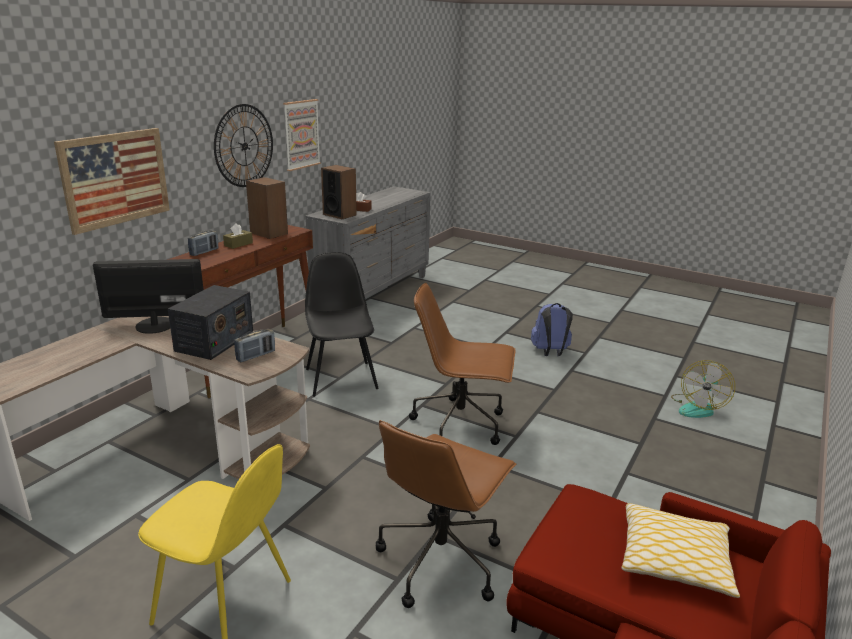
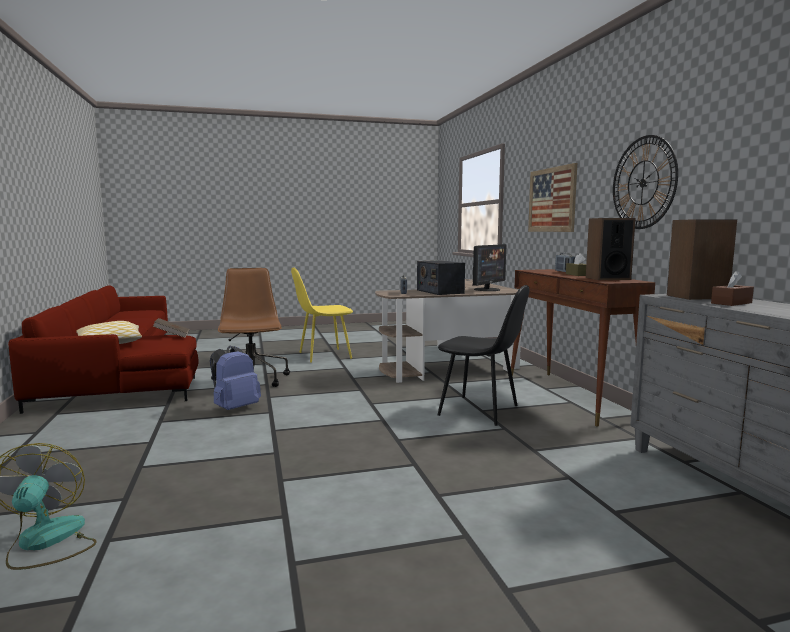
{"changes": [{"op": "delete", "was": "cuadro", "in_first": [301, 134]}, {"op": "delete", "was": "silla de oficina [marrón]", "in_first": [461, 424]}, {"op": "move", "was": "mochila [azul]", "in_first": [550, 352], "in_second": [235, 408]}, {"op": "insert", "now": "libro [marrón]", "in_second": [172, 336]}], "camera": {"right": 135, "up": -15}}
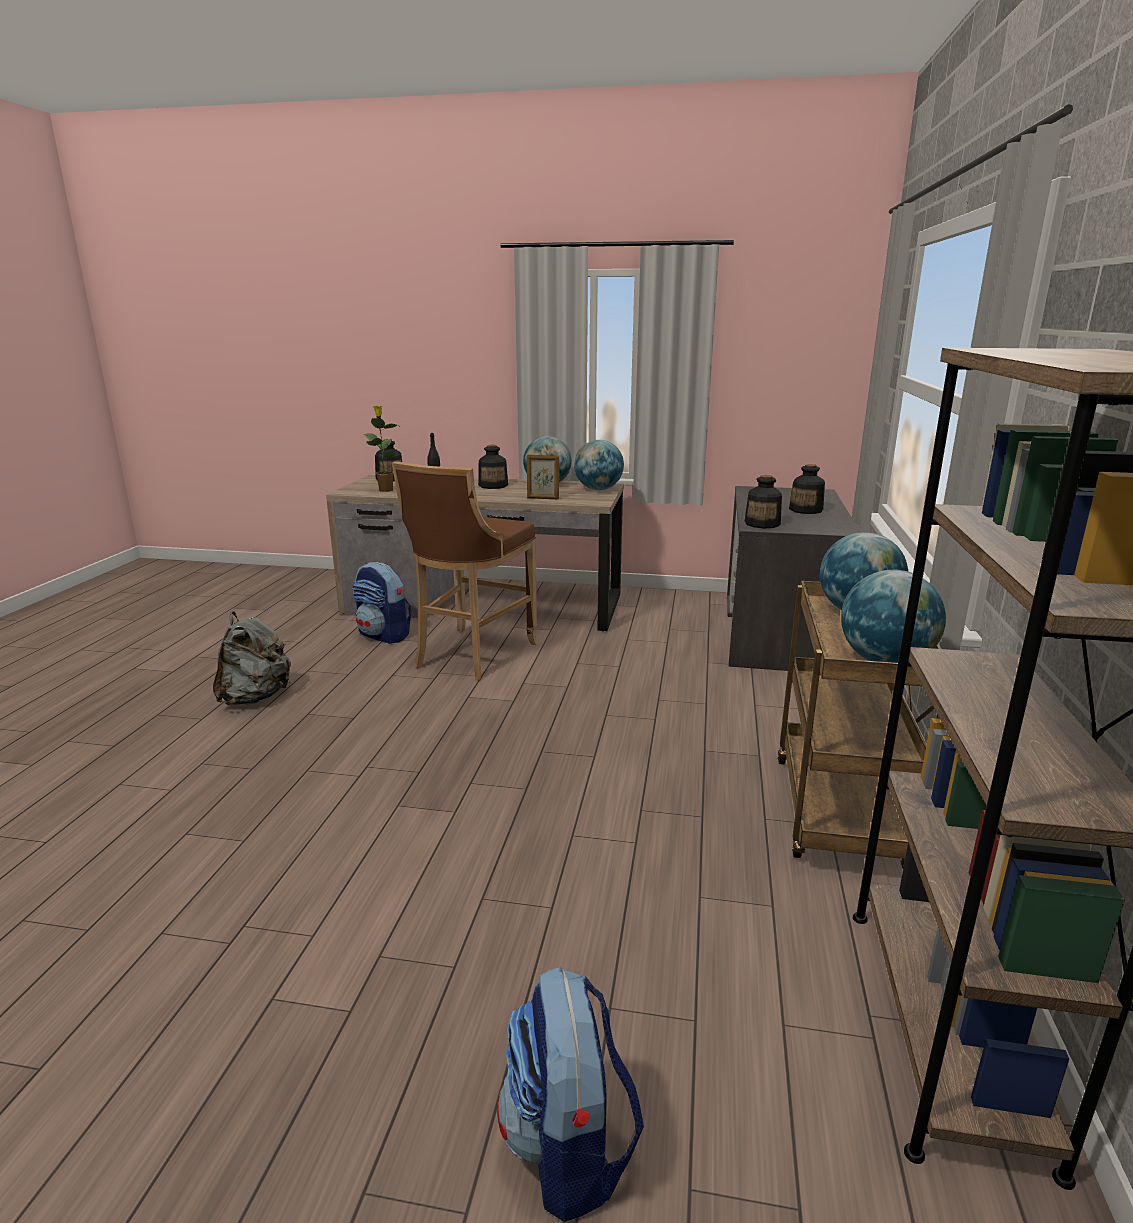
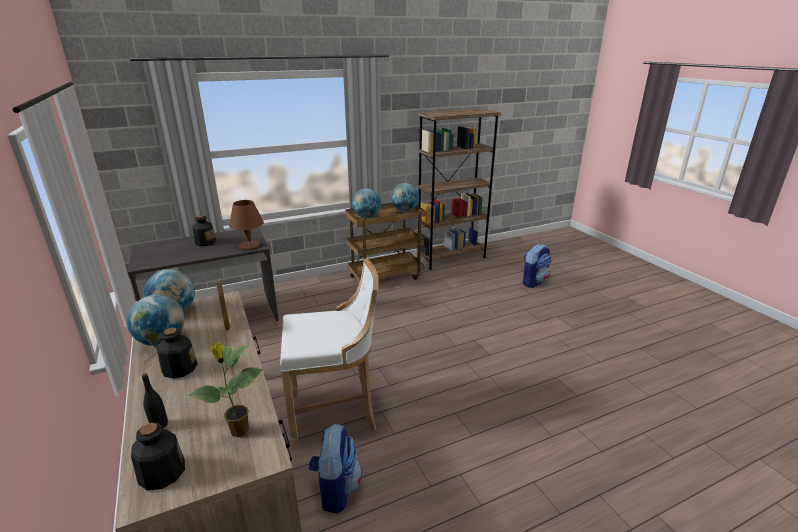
{"changes": [{"op": "delete", "was": "mochila [gris]", "in_first": [255, 697]}, {"op": "recolor", "was": "taburete [marrón]", "now": "taburete [blanco]", "in_first": [471, 656], "in_second": [335, 414]}, {"op": "replace", "was": "botella", "now": "lámpara de mesa [marrón]", "in_first": [762, 524], "in_second": [249, 246]}], "camera": {"right": -125, "up": 5}}
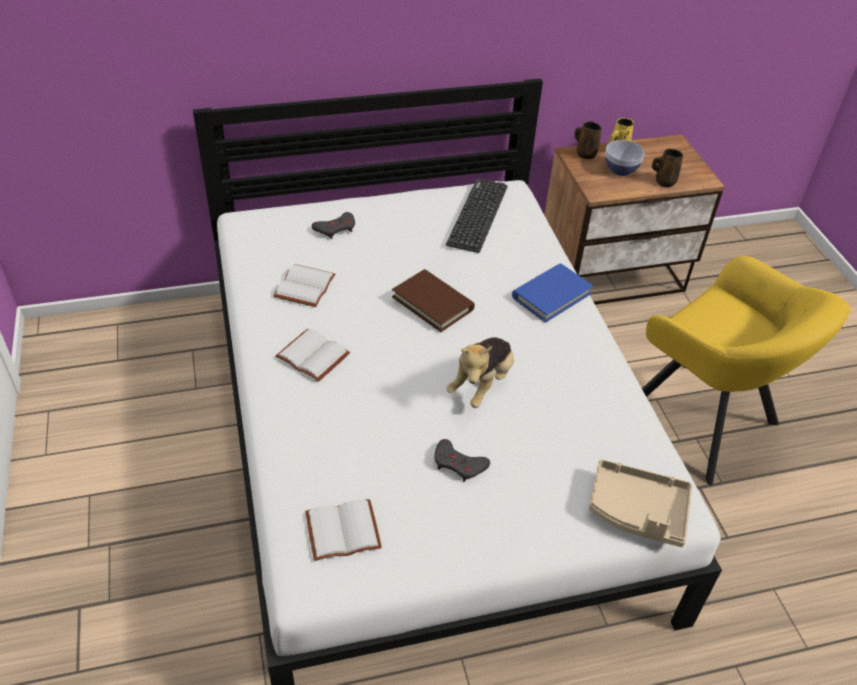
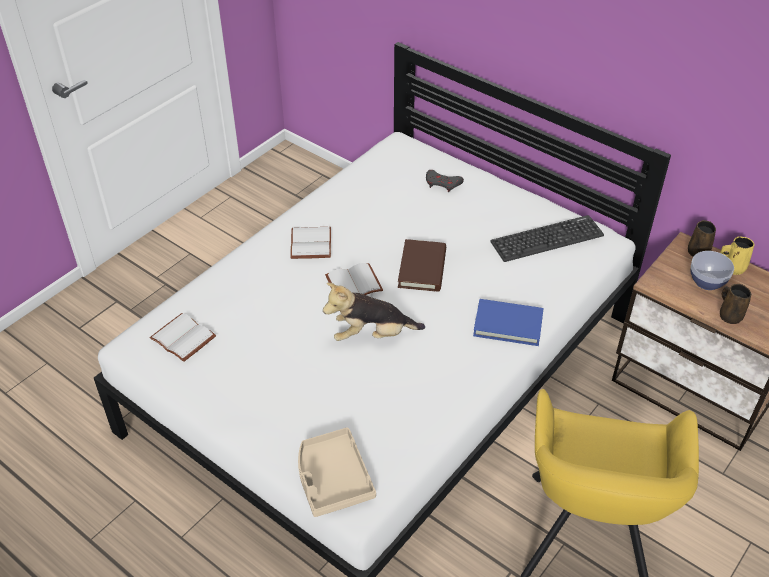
{"changes": [{"op": "move", "was": "libro [blanco]", "in_first": [303, 285], "in_second": [354, 282]}, {"op": "delete", "was": "mando de consola [gris]", "in_first": [459, 464]}], "camera": {"right": 55, "up": 0}}
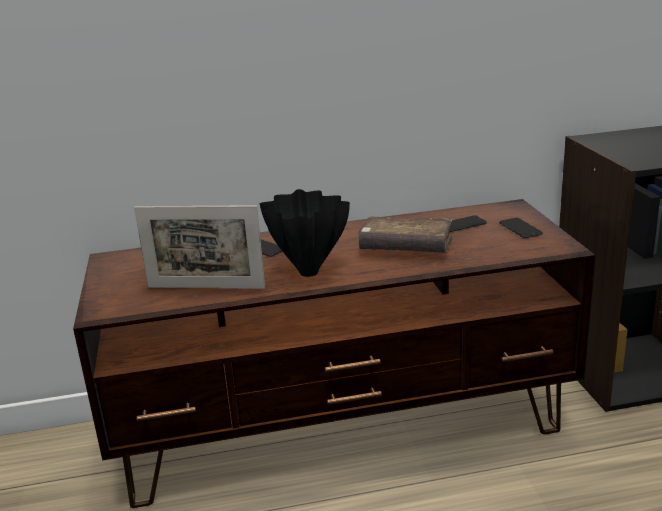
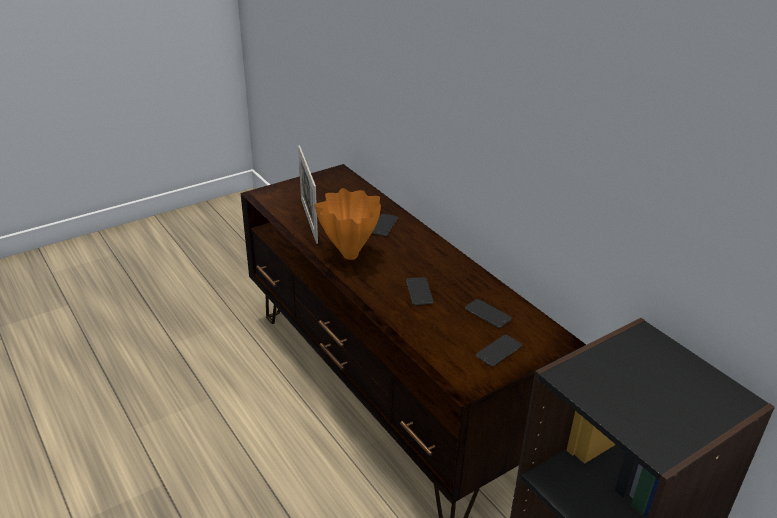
{"changes": [{"op": "recolor", "was": "florero [negro]", "now": "florero [naranja]", "in_first": [307, 272], "in_second": [350, 255]}, {"op": "replace", "was": "libro [marrón]", "now": "móvil", "in_first": [406, 247], "in_second": [419, 291]}], "camera": {"right": 65, "up": 10}}
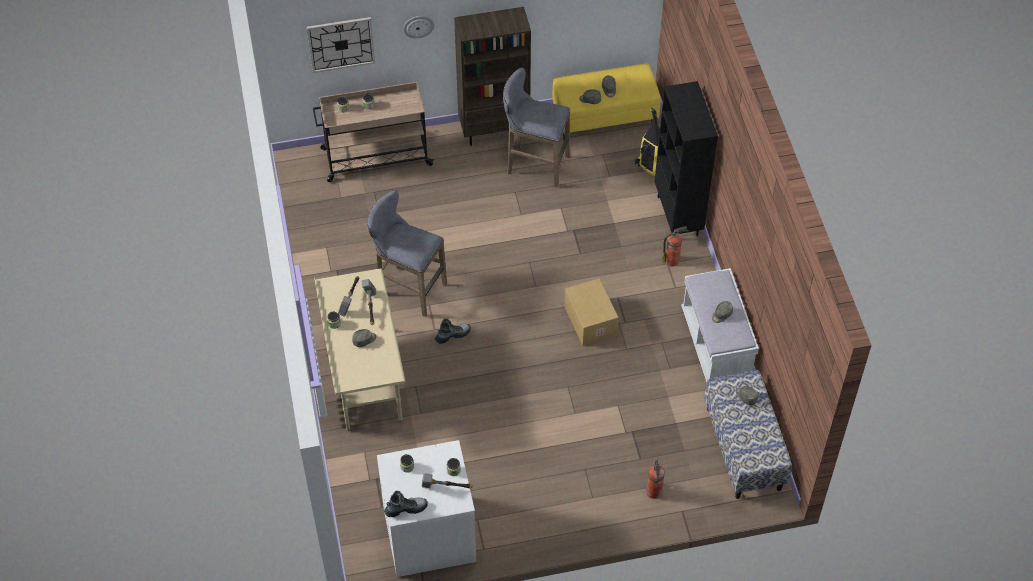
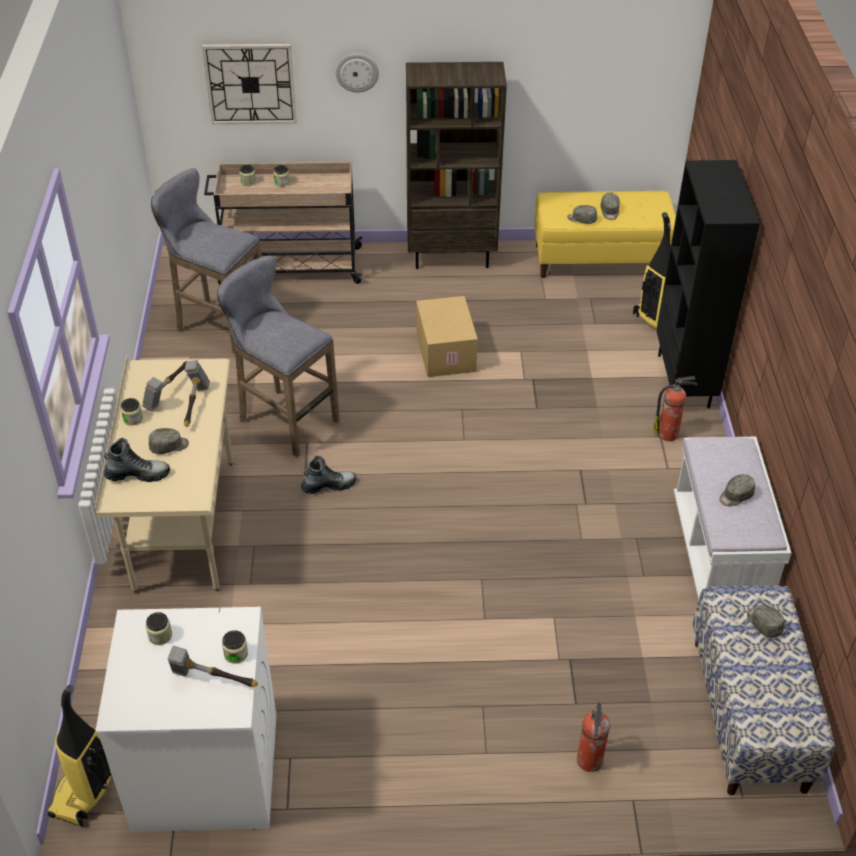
{"changes": [{"op": "move", "was": "bota", "in_first": [406, 509], "in_second": [138, 474]}, {"op": "move", "was": "taburete [gris]", "in_first": [534, 165], "in_second": [218, 325]}, {"op": "move", "was": "caja de cartón", "in_first": [589, 321], "in_second": [444, 352]}, {"op": "insert", "now": "aspiradora", "in_second": [85, 793]}], "camera": {"right": 10, "up": -10}}
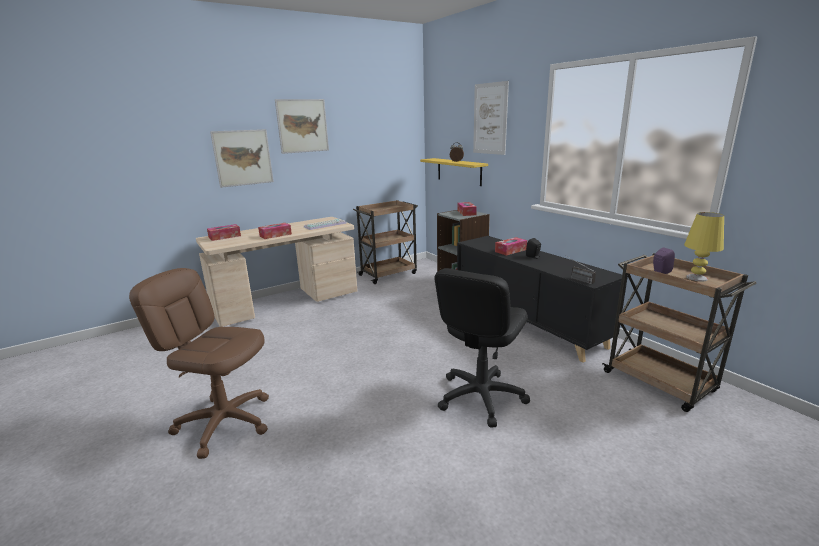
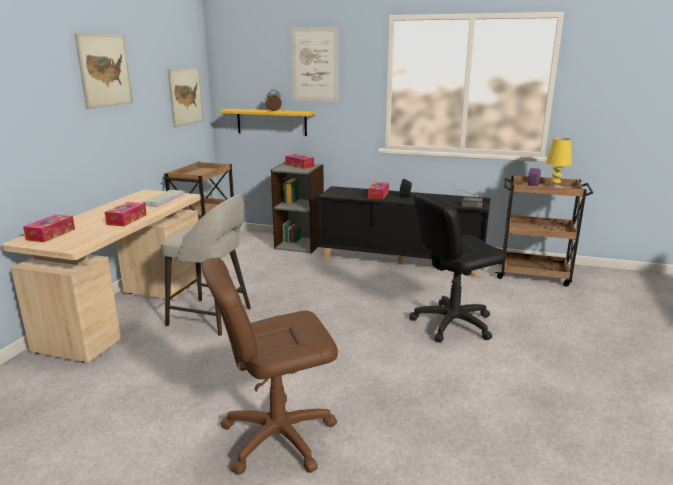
{"changes": [{"op": "move", "was": "cuadro", "in_first": [243, 158], "in_second": [186, 96]}, {"op": "rotate", "was": "silla de oficina [negro]", "in_first": [480, 397], "in_second": [452, 323], "clockwise": 75}, {"op": "insert", "now": "taburete [gris]", "in_second": [212, 317]}], "camera": {"right": -40, "up": 0}}
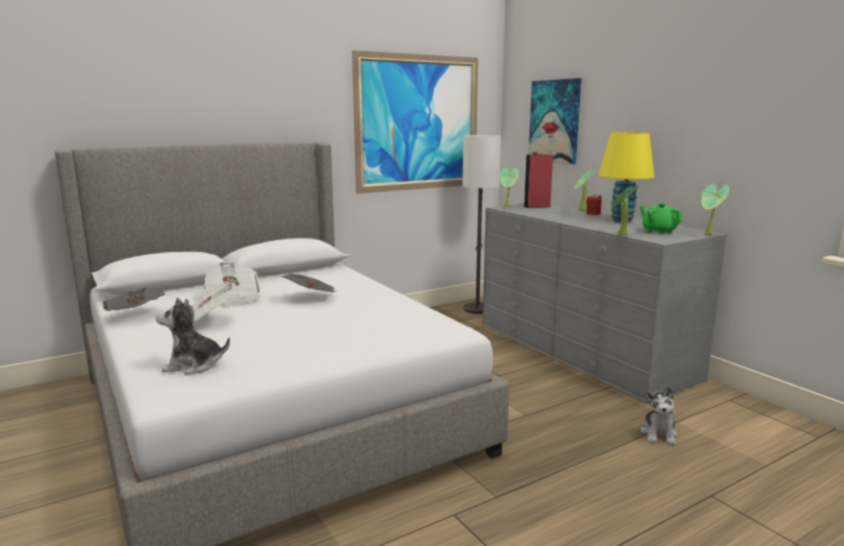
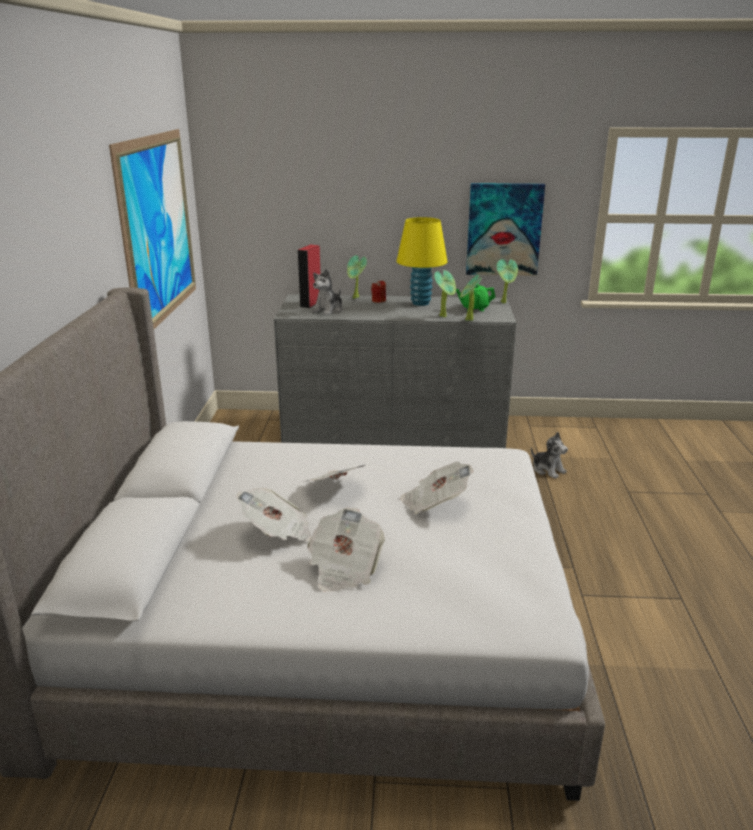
{"changes": [{"op": "move", "was": "periódico", "in_first": [135, 315], "in_second": [434, 503]}, {"op": "move", "was": "peluche", "in_first": [193, 365], "in_second": [328, 310]}, {"op": "delete", "was": "lámpara de pie", "in_first": [477, 309]}, {"op": "move", "was": "planta en maceta", "in_first": [507, 207], "in_second": [444, 316]}, {"op": "move", "was": "cuadro", "in_first": [555, 121], "in_second": [504, 229]}], "camera": {"right": -55, "up": 10}}
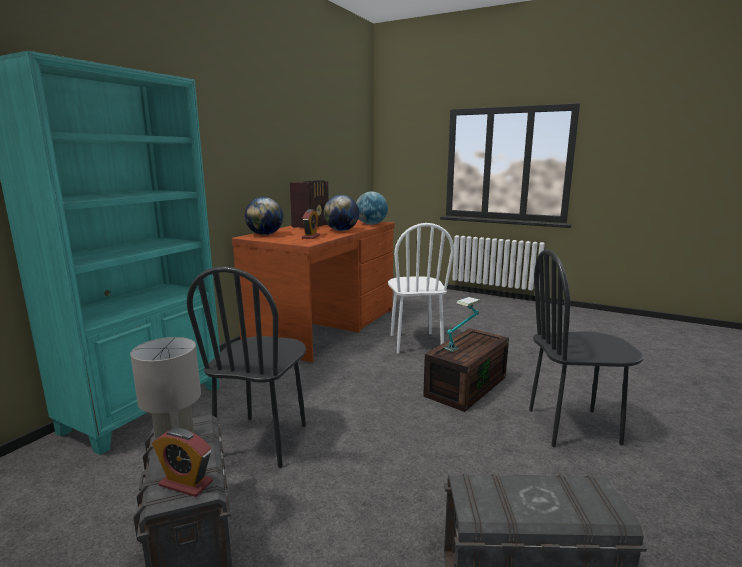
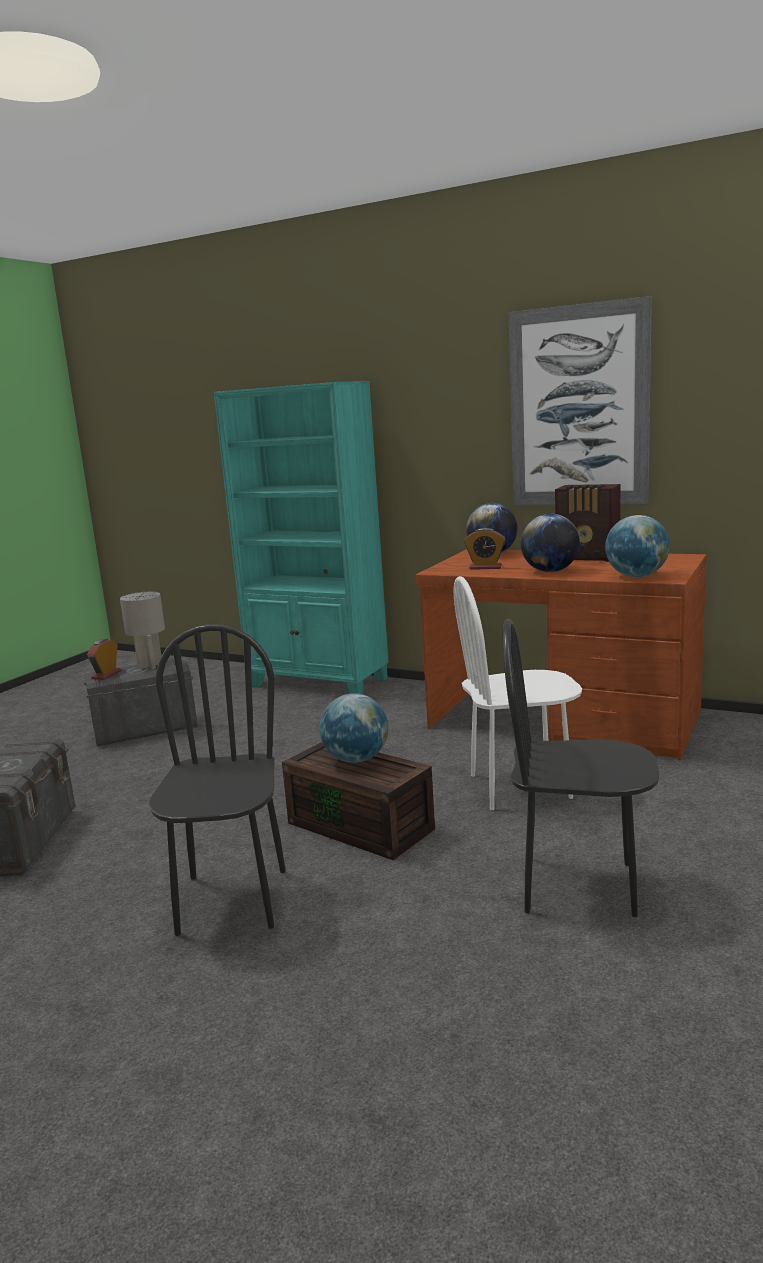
{"changes": [{"op": "move", "was": "silla [negro]", "in_first": [262, 440], "in_second": [579, 886]}, {"op": "replace", "was": "lámpara de mesa", "now": "globo terráqueo", "in_first": [462, 344], "in_second": [356, 759]}, {"op": "insert", "now": "cuadro", "in_second": [578, 407]}], "camera": {"right": 90, "up": 0}}
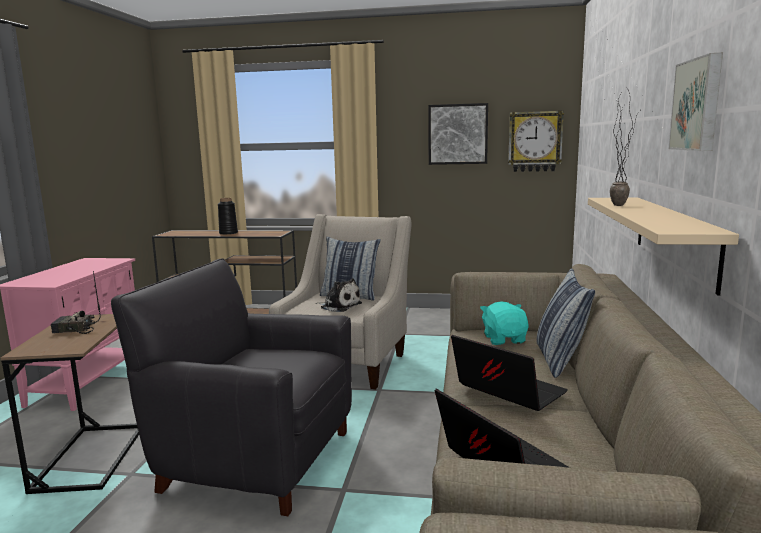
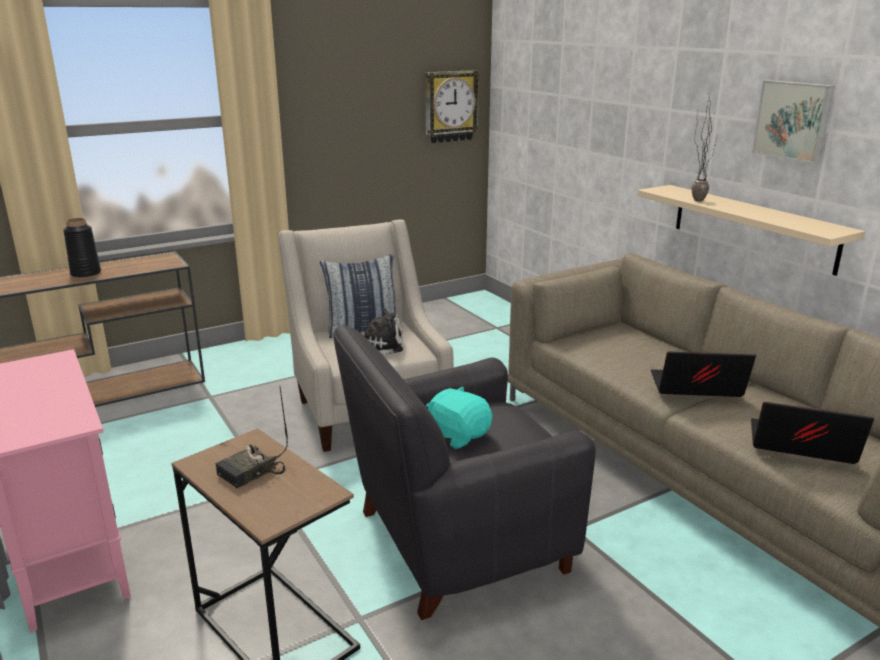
{"changes": [{"op": "delete", "was": "cuadro", "in_first": [457, 134]}, {"op": "move", "was": "peluche [turquesa]", "in_first": [504, 339], "in_second": [458, 435]}, {"op": "delete", "was": "cojín", "in_first": [559, 360]}], "camera": {"right": -40, "up": 10}}
